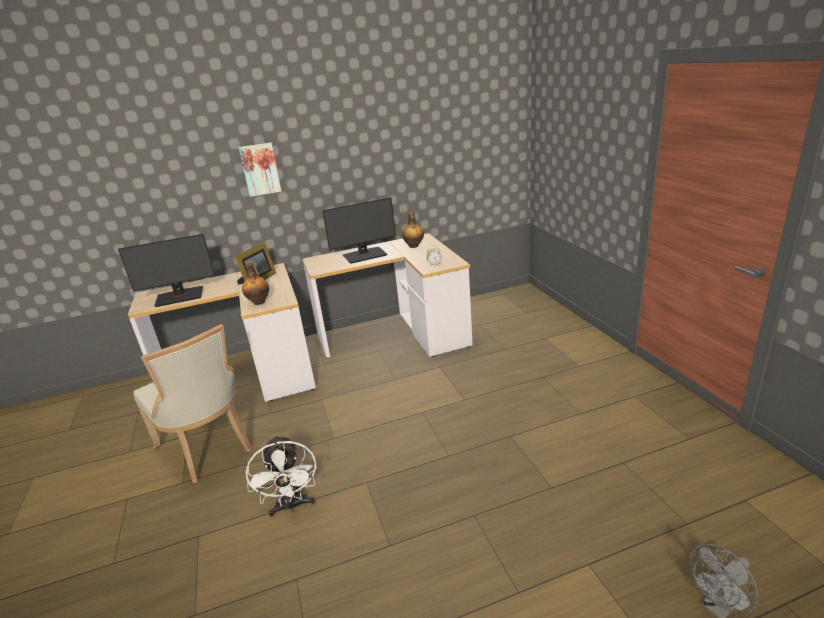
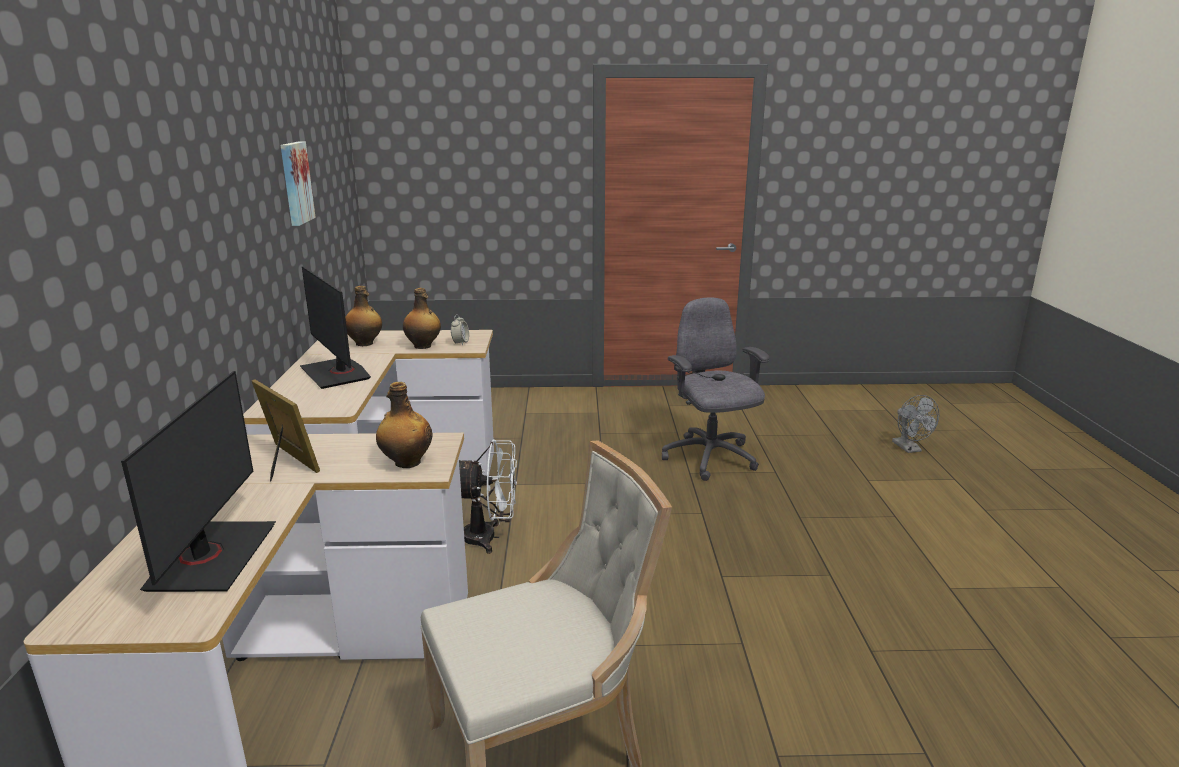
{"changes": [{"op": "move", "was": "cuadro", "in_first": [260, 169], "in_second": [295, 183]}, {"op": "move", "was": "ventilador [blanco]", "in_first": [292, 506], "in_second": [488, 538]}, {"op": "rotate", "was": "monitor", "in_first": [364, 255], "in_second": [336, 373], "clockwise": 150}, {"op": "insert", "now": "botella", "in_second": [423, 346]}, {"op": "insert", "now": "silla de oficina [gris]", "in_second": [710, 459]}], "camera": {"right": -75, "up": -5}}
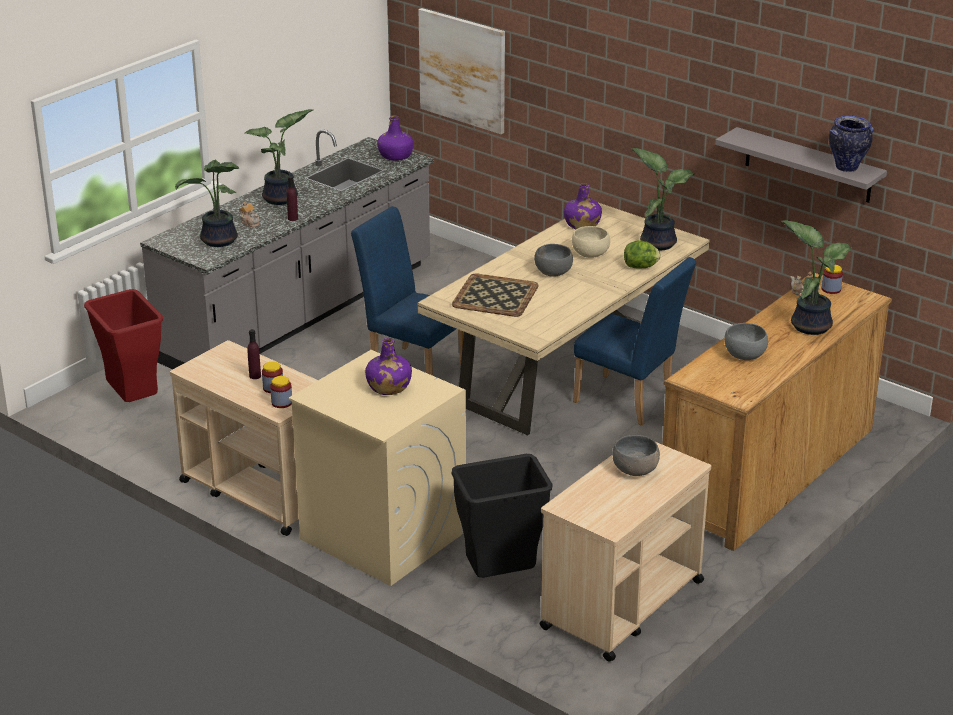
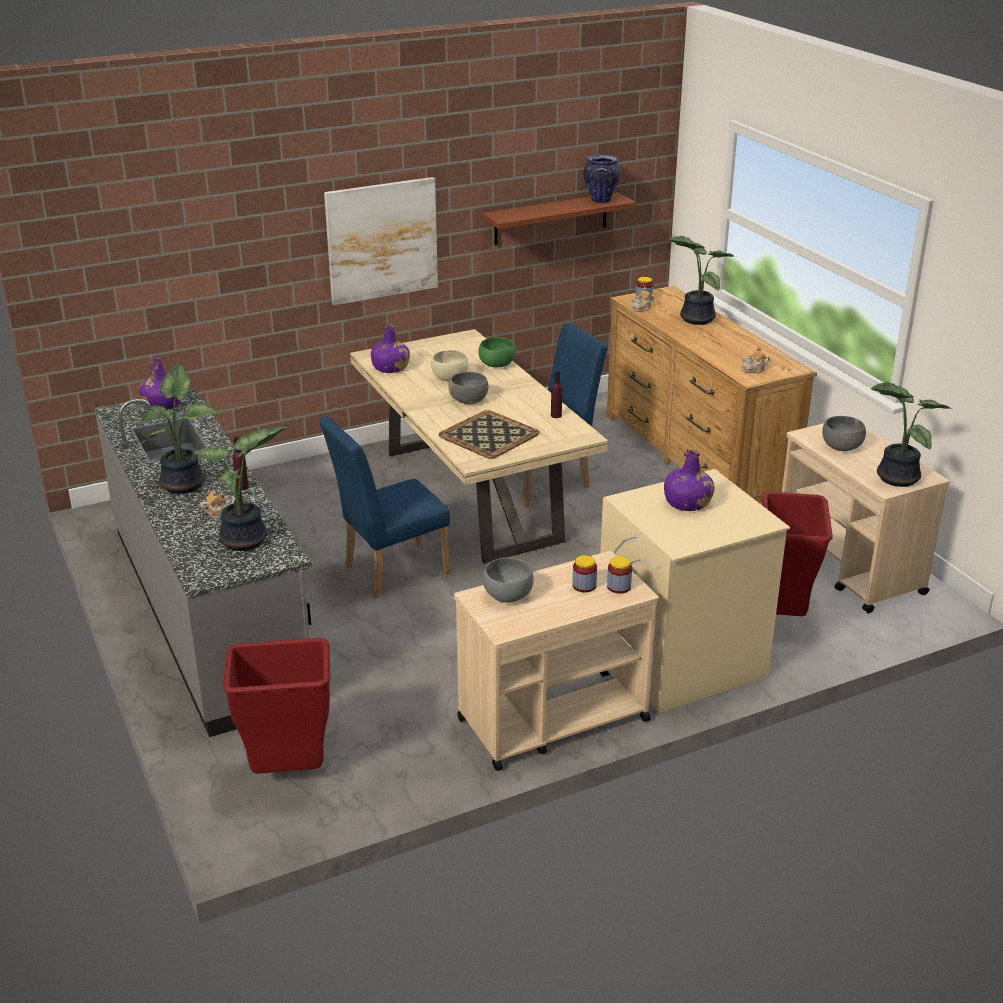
{"changes": [{"op": "move", "was": "botella [morado]", "in_first": [255, 376], "in_second": [556, 415]}, {"op": "move", "was": "cuadro", "in_first": [463, 70], "in_second": [382, 240]}, {"op": "recolor", "was": "papelera [negro]", "now": "papelera [rojo]", "in_first": [500, 578], "in_second": [784, 615]}, {"op": "replace", "was": "lechuga", "now": "cuenco [verde]", "in_first": [641, 267], "in_second": [496, 364]}, {"op": "move", "was": "planta en maceta", "in_first": [658, 242], "in_second": [894, 477]}, {"op": "recolor", "was": "estante [gris]", "now": "estante [marrón]", "in_first": [808, 165], "in_second": [551, 219]}, {"op": "move", "was": "cuenco [gris]", "in_first": [745, 355], "in_second": [507, 595]}, {"op": "insert", "now": "tetera", "in_second": [754, 370]}], "camera": {"right": -65, "up": 0}}
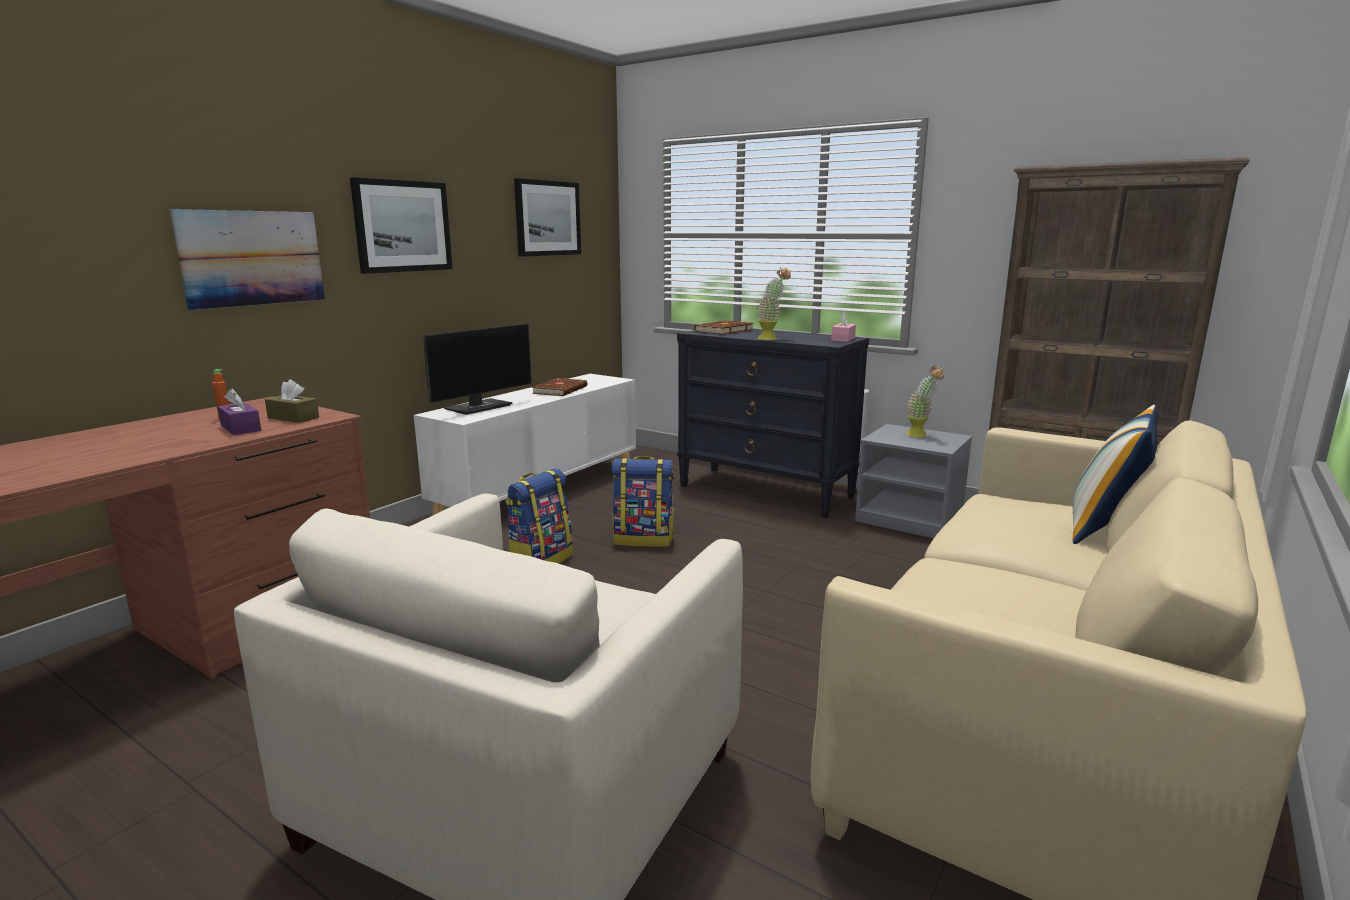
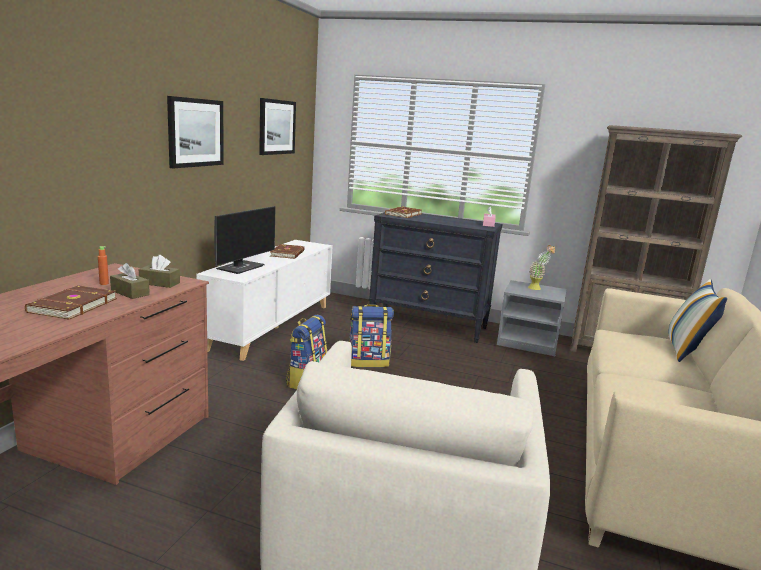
{"changes": [{"op": "delete", "was": "cuadro", "in_first": [253, 258]}, {"op": "recolor", "was": "caja de pañuelos [morado]", "now": "caja de pañuelos [marrón]", "in_first": [241, 428], "in_second": [130, 293]}, {"op": "delete", "was": "planta en maceta", "in_first": [771, 338]}, {"op": "insert", "now": "libro [marrón]", "in_second": [71, 305]}], "camera": {"right": -15, "up": 0}}
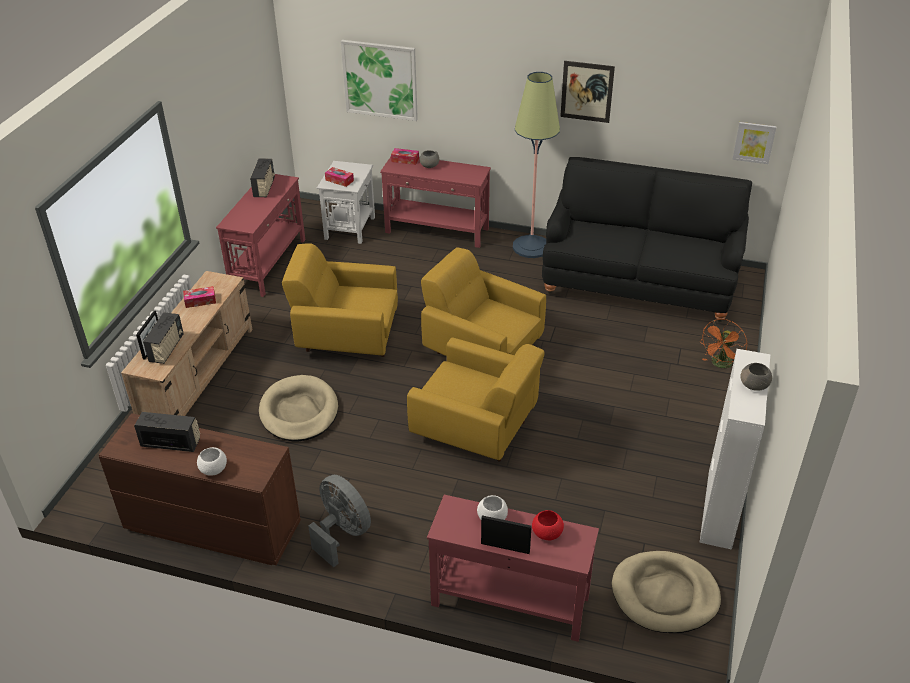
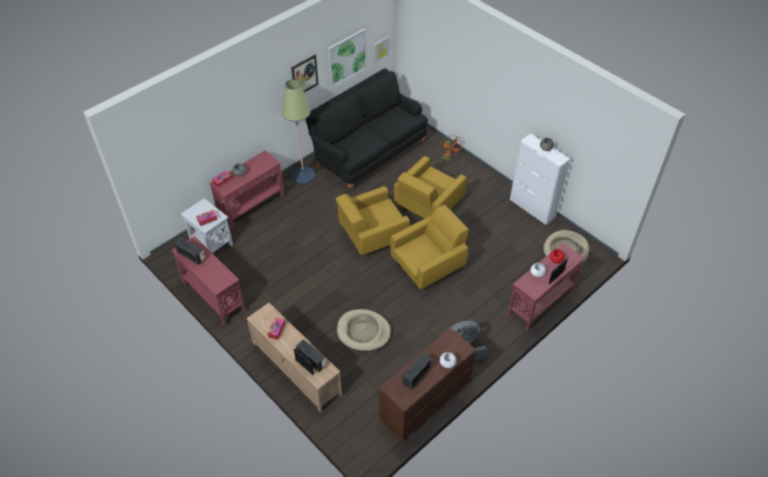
{"changes": [{"op": "move", "was": "sillón [amarillo]", "in_first": [346, 336], "in_second": [427, 205]}, {"op": "move", "was": "cuadro", "in_first": [380, 80], "in_second": [347, 58]}], "camera": {"right": -60, "up": 10}}
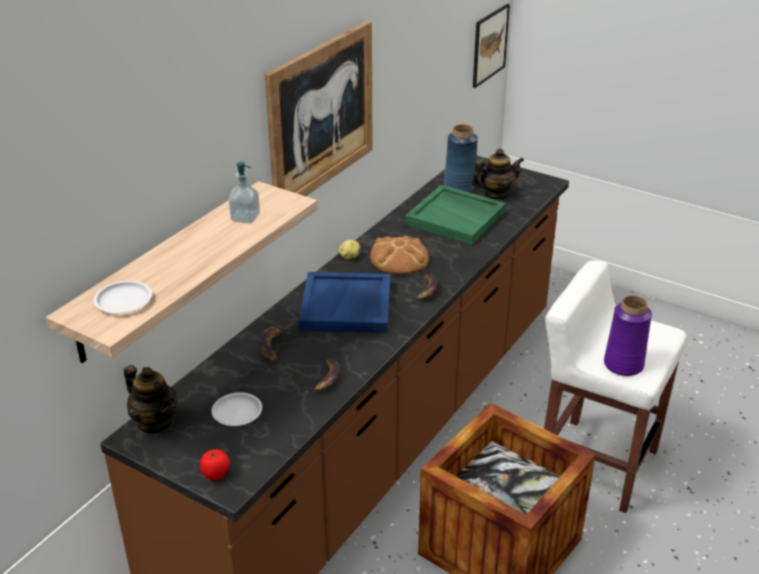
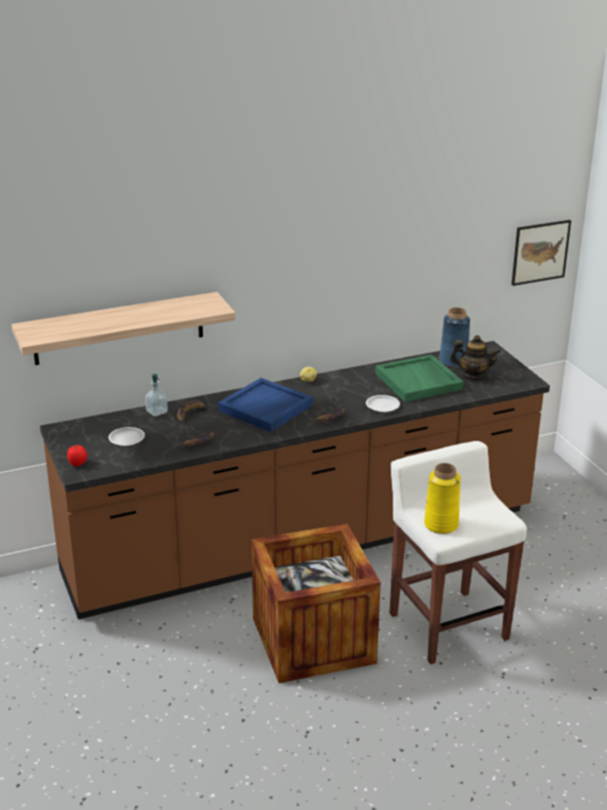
{"changes": [{"op": "move", "was": "plato [blanco]", "in_first": [123, 301], "in_second": [382, 406]}, {"op": "delete", "was": "tetera", "in_first": [155, 422]}, {"op": "move", "was": "dispensador de jabón", "in_first": [245, 218], "in_second": [156, 412]}, {"op": "delete", "was": "cuadro", "in_first": [321, 115]}, {"op": "delete", "was": "pan", "in_first": [399, 258]}, {"op": "recolor", "was": "florero [morado]", "now": "florero [amarillo]", "in_first": [623, 364], "in_second": [441, 524]}], "camera": {"right": 35, "up": -5}}
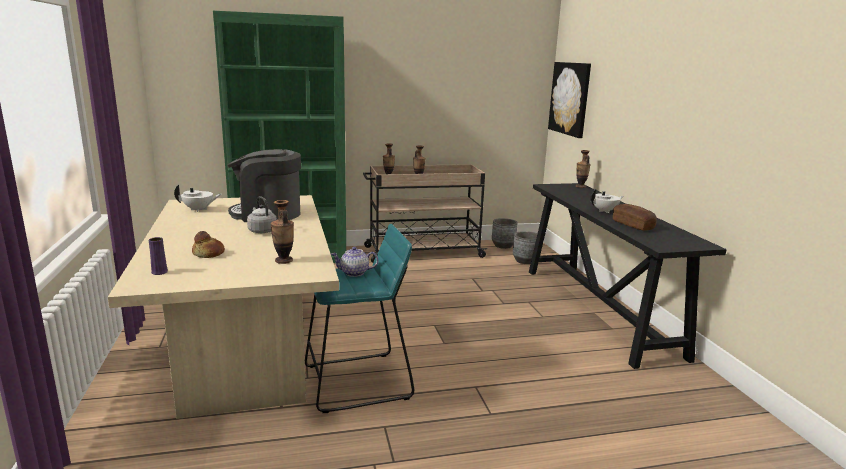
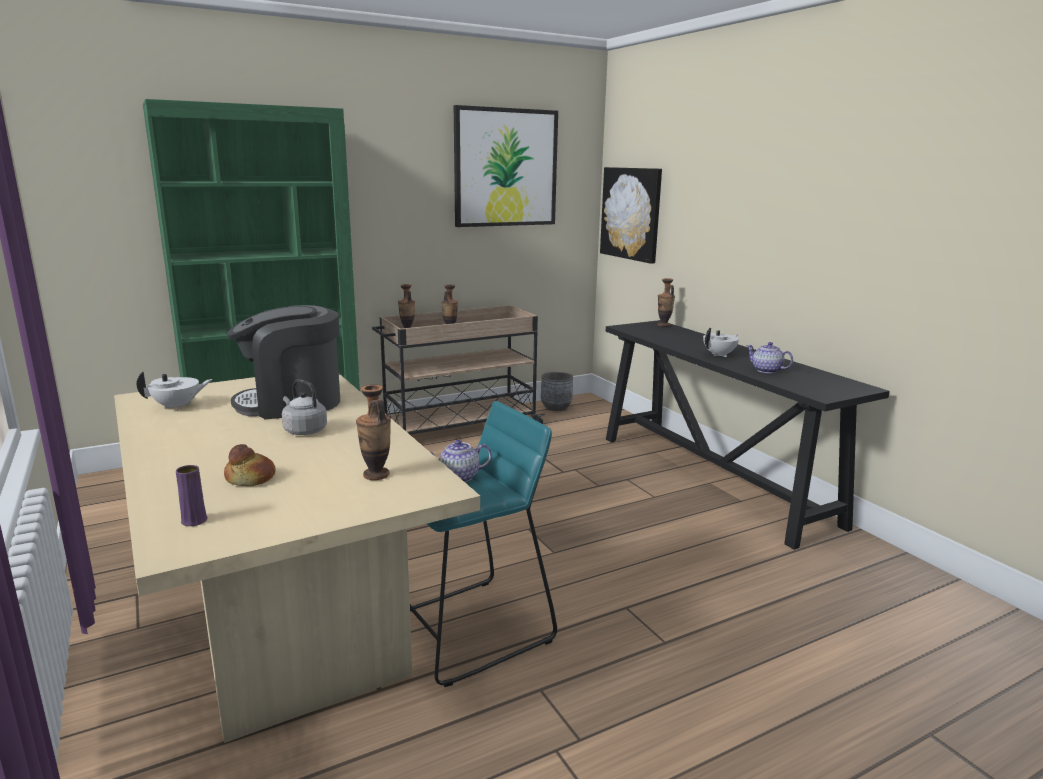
{"changes": [{"op": "delete", "was": "maceta [gris]", "in_first": [525, 261]}, {"op": "replace", "was": "pan", "now": "tetera", "in_first": [632, 225], "in_second": [766, 370]}, {"op": "insert", "now": "cuadro", "in_second": [505, 168]}], "camera": {"right": -15, "up": 0}}
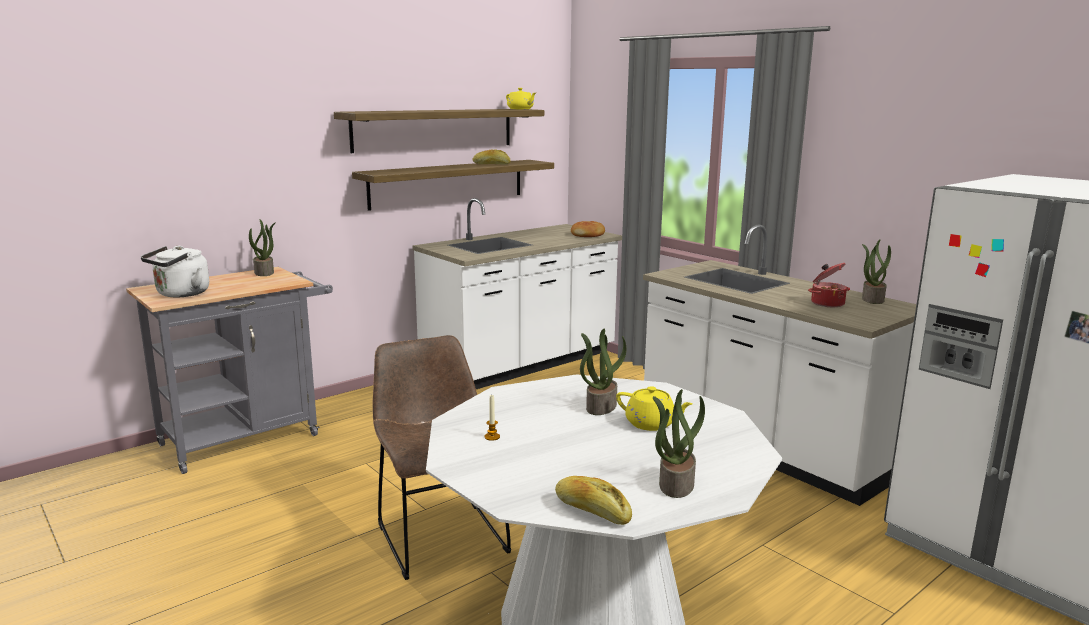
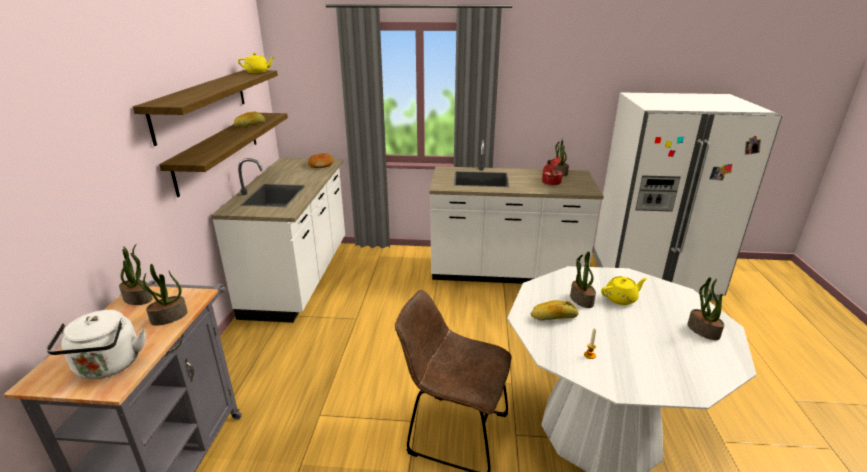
{"changes": [{"op": "move", "was": "pan", "in_first": [592, 511], "in_second": [553, 317]}, {"op": "insert", "now": "planta en maceta", "in_second": [169, 317]}], "camera": {"right": -45, "up": 10}}
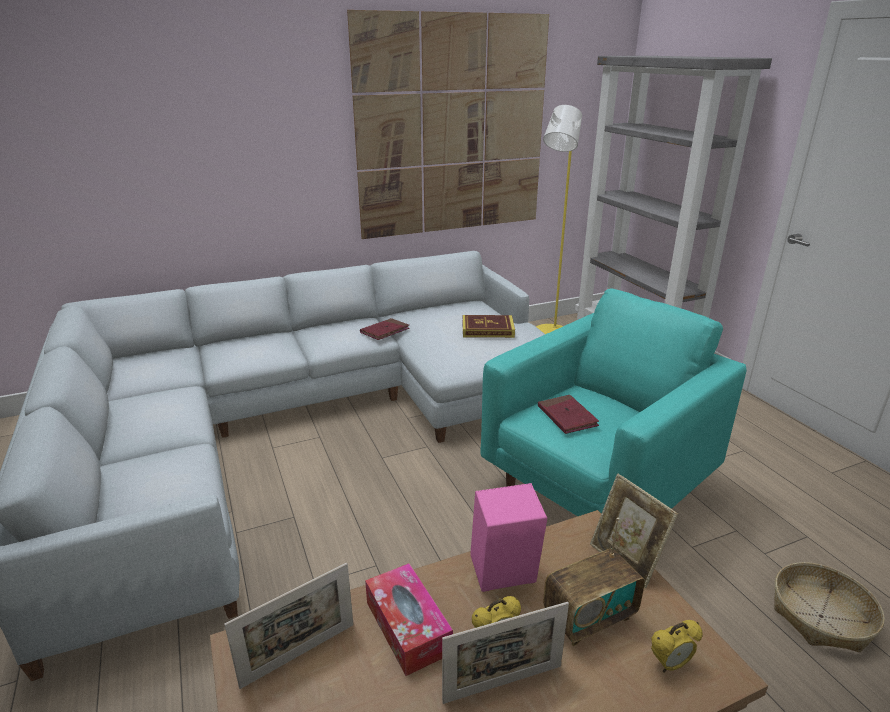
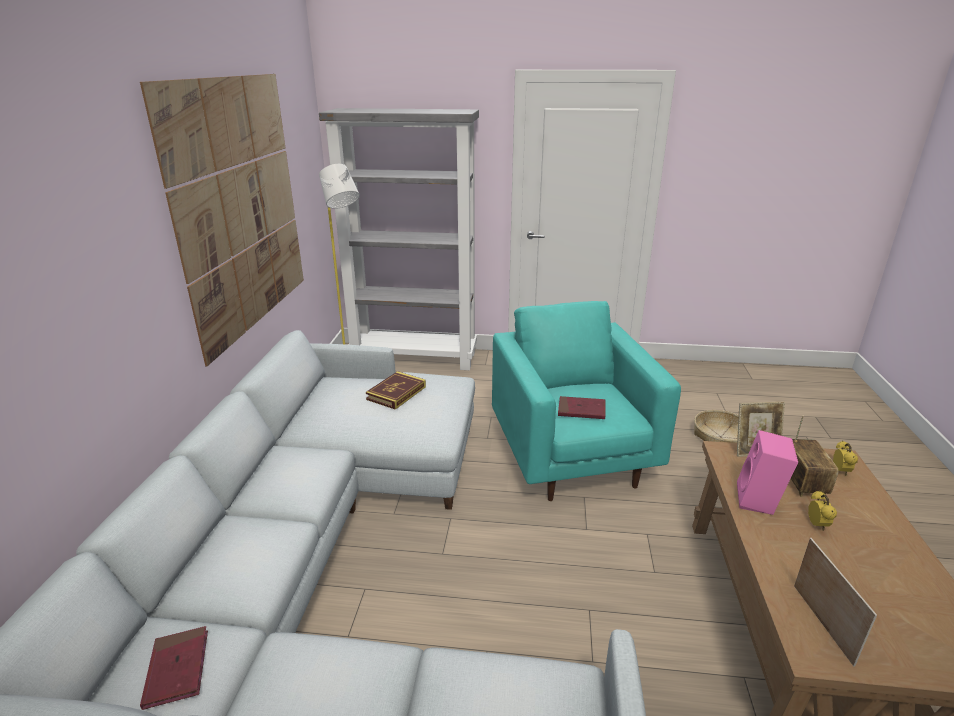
{"changes": [{"op": "move", "was": "libro [rojo]", "in_first": [385, 331], "in_second": [177, 669]}, {"op": "delete", "was": "caja de pañuelos", "in_first": [408, 627]}, {"op": "delete", "was": "portarretratos", "in_first": [503, 684]}], "camera": {"right": -60, "up": 0}}
